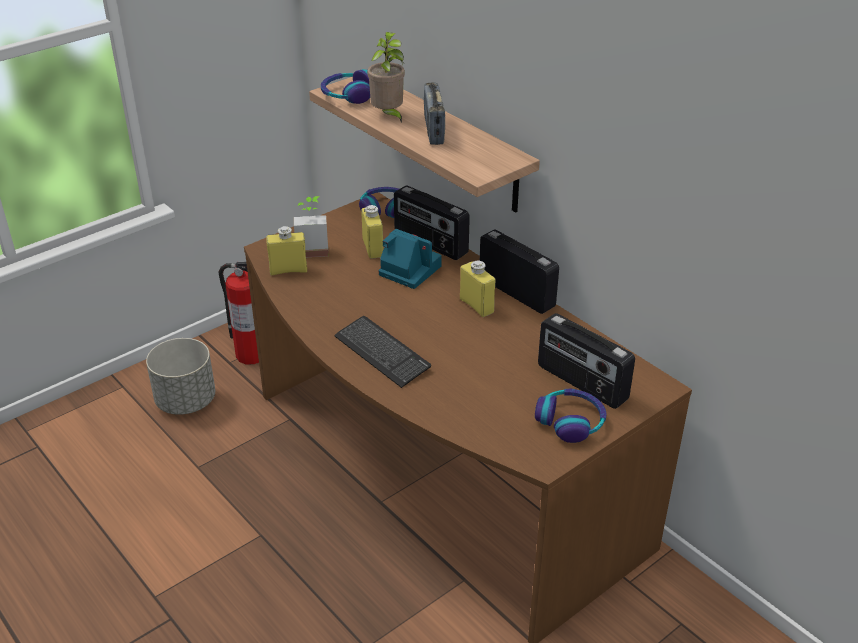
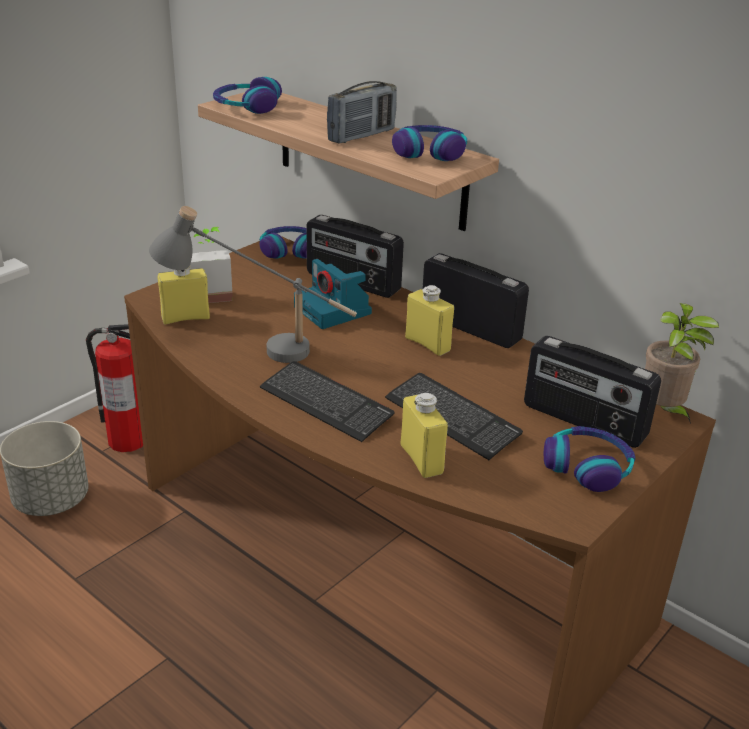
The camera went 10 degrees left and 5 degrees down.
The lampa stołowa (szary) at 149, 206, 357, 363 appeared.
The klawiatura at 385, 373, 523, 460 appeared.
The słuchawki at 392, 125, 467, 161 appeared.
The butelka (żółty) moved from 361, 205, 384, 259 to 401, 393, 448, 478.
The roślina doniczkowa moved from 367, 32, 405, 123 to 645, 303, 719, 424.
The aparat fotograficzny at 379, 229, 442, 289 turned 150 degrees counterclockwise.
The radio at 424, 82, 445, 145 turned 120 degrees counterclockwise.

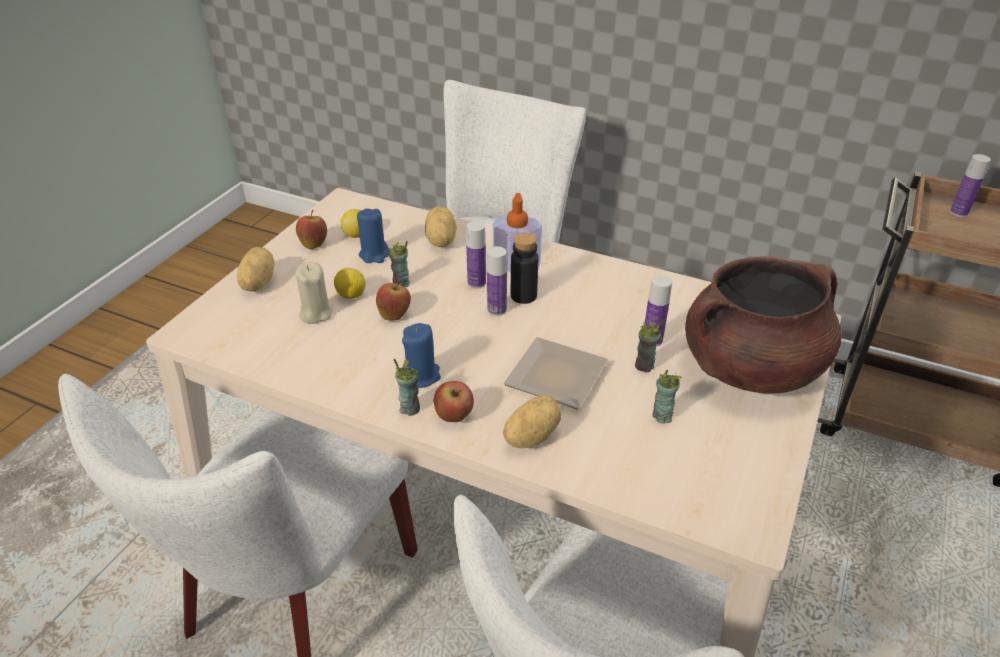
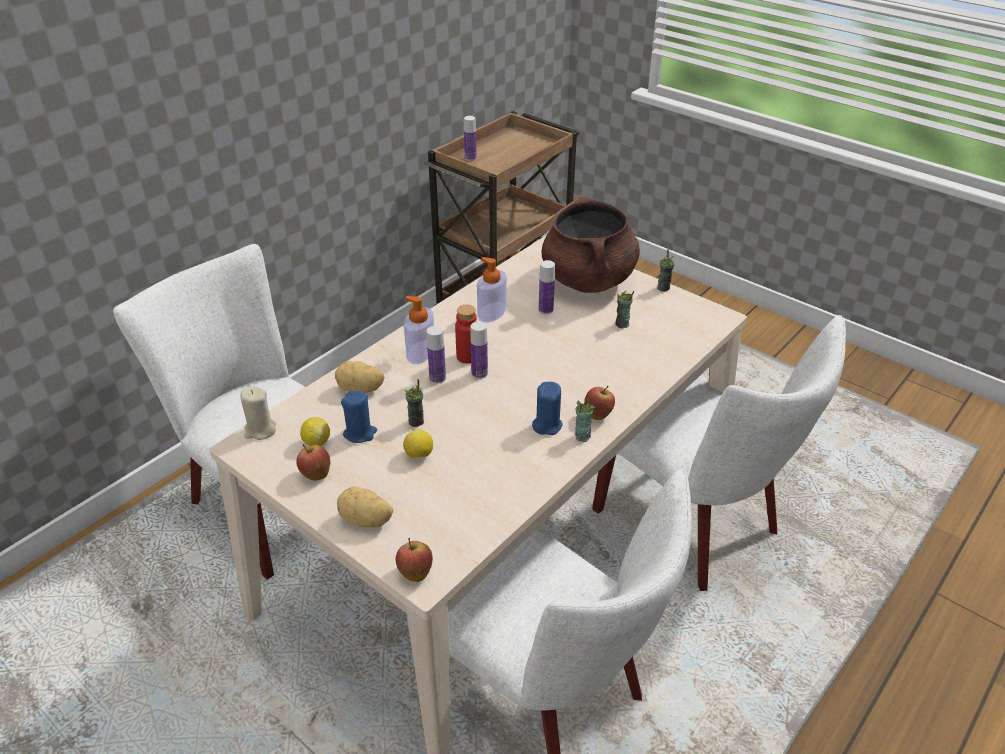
The camera went 75 degrees left and 0 degrees up.
The ziemniak at 503, 395, 561, 448 disappeared.
The talerz at 504, 337, 608, 410 disappeared.
The dozownik mydła at 477, 257, 507, 323 appeared.
The świeca (beżowy) moved from 295, 262, 332, 324 to 240, 387, 276, 440.
The jabłko moved from 376, 280, 411, 321 to 396, 538, 433, 582.
The filiżanka moved from 635, 319, 663, 373 to 657, 249, 674, 292.
The butelka (czarny) at 511, 233, 538, 304 became the butelka (czerwony) at 455, 305, 477, 364.

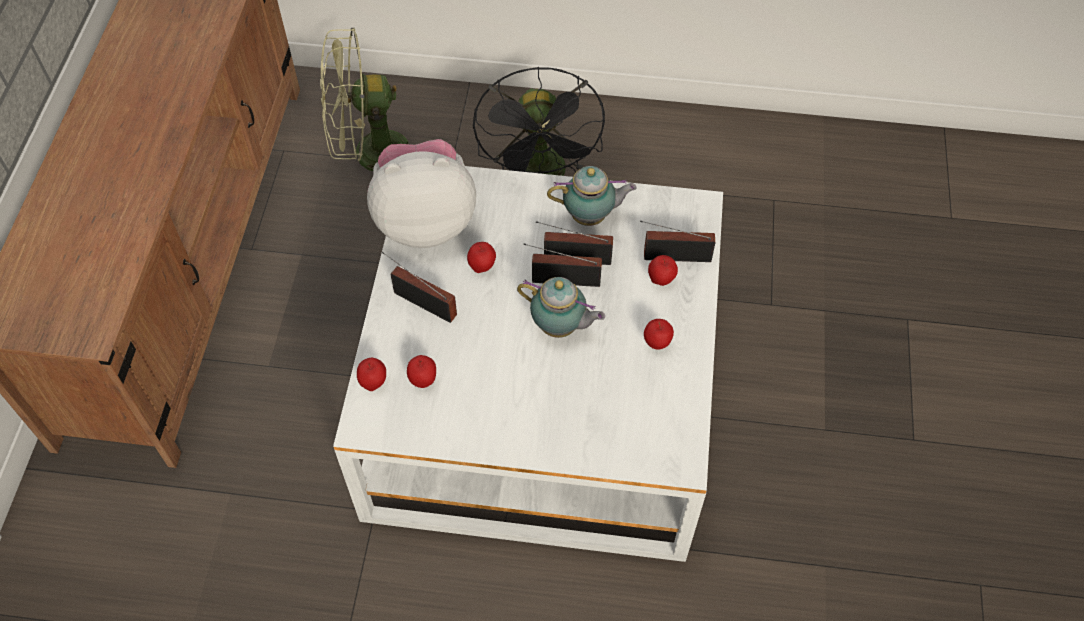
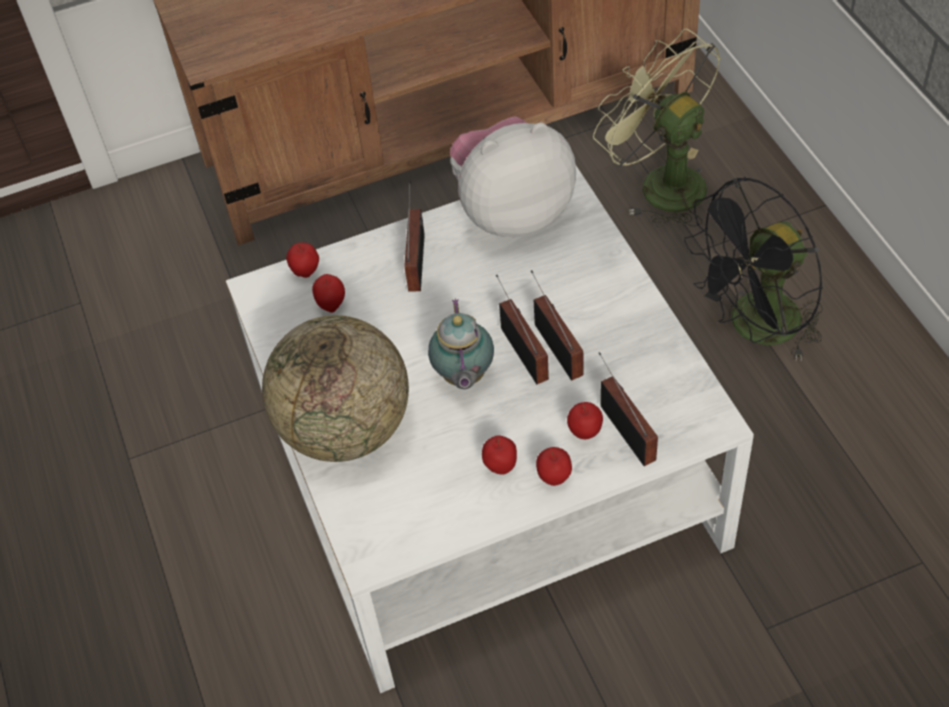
The camera went 65 degrees right and 5 degrees down.
The imbryk at 547, 166, 637, 226 disappeared.
The globus at 262, 315, 409, 462 appeared.
The jabłko moved from 467, 242, 496, 273 to 536, 447, 572, 486.
The pluszak at 367, 139, 476, 248 turned 75 degrees counterclockwise.

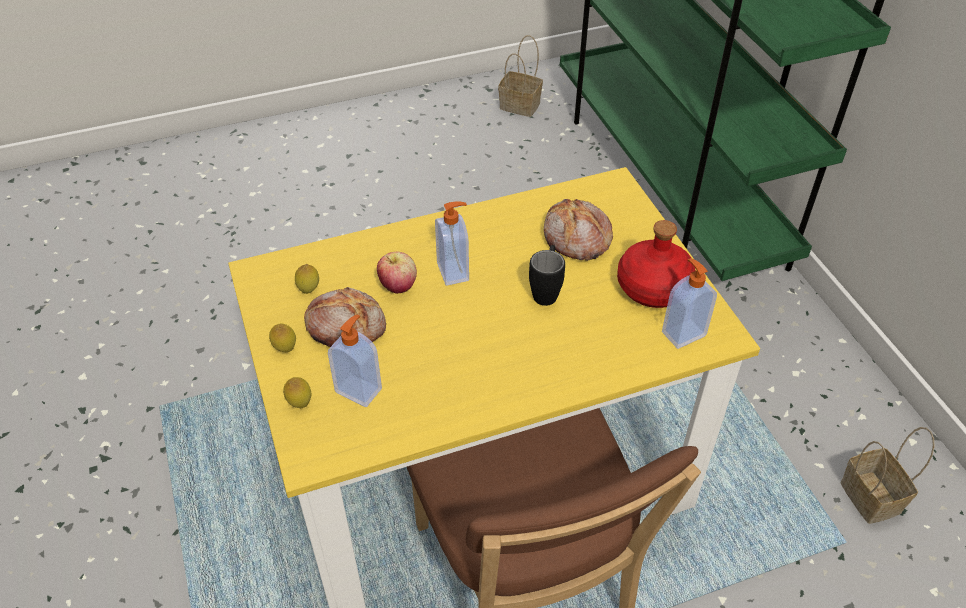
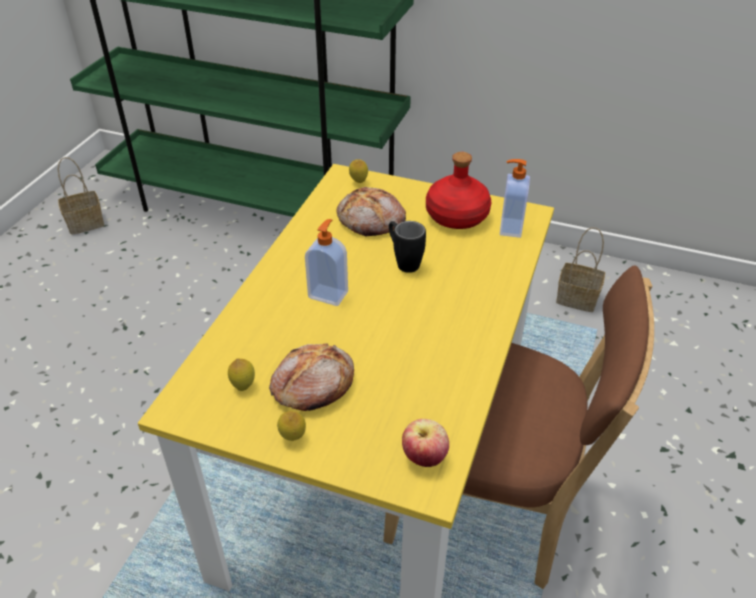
The camera went 50 degrees left and 5 degrees down.
The dozownik mydła at 328, 314, 382, 407 disappeared.
The cytryna moved from 283, 377, 311, 408 to 349, 159, 368, 183.
The jabłko moved from 377, 252, 417, 294 to 402, 419, 449, 467.

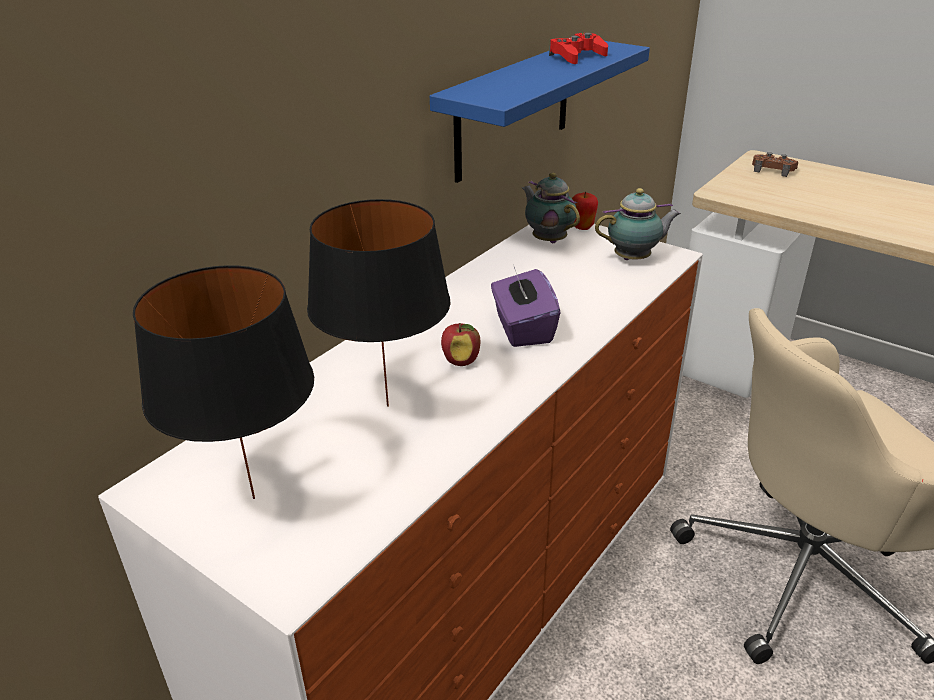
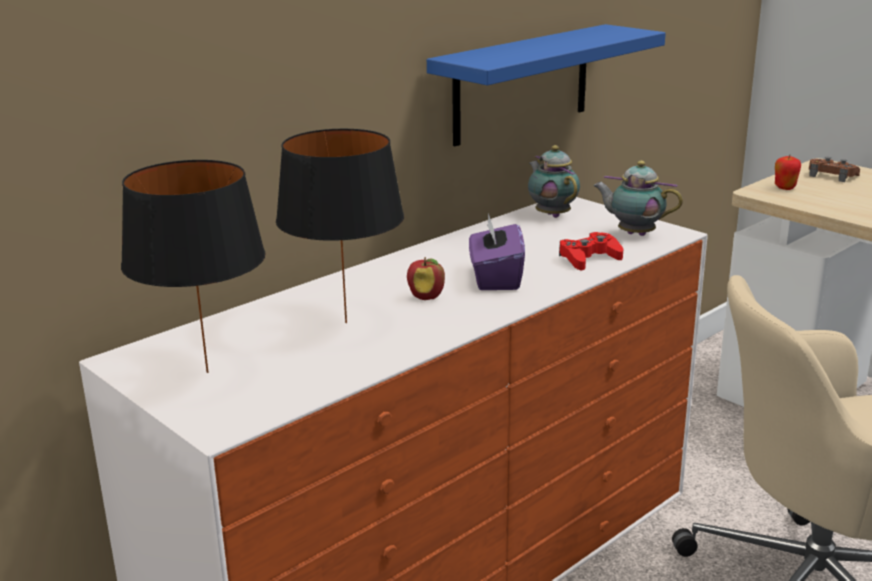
The camera went 10 degrees right and 10 degrees down.
The pad do gier (czerwony) moved from 549, 33, 608, 64 to 559, 232, 623, 271.
The jabłko moved from 572, 191, 598, 230 to 775, 154, 801, 190.
The imbryk at 595, 188, 681, 260 turned 150 degrees counterclockwise.

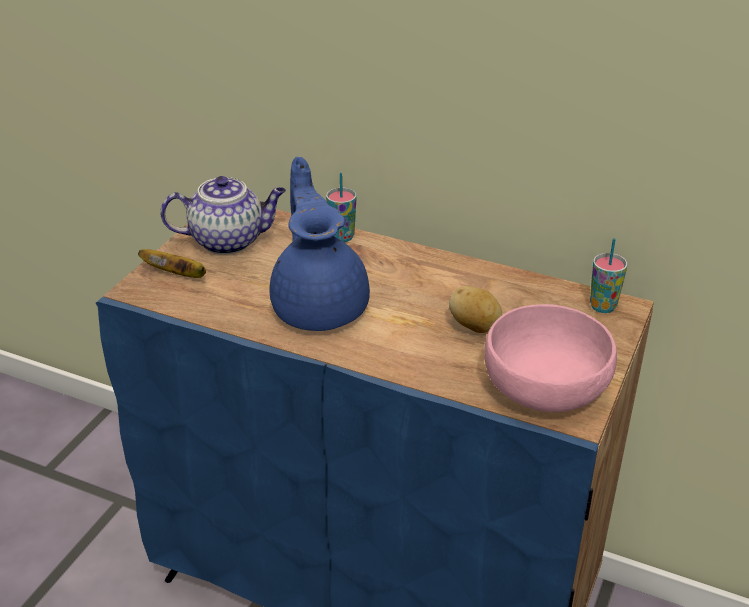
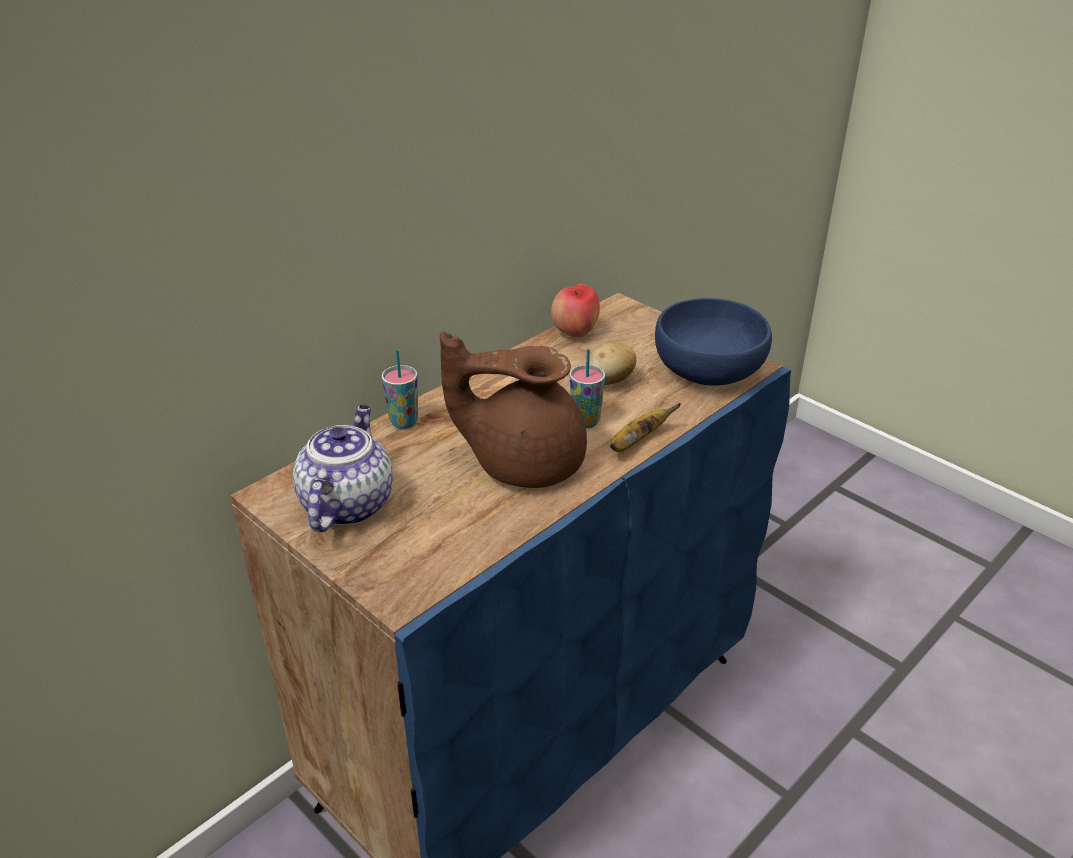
The camera went 70 degrees left and 0 degrees up.
The jabłko at 551, 284, 600, 338 appeared.
The banan moved from 138, 249, 206, 278 to 610, 403, 681, 452.
The filiżanka moved from 590, 238, 627, 313 to 570, 349, 605, 428.
The imbryk (niebieski) at 270, 157, 370, 331 became the imbryk (brązowy) at 440, 331, 587, 488.
The miska (różowy) at 484, 304, 617, 412 became the miska (niebieski) at 655, 298, 772, 386.

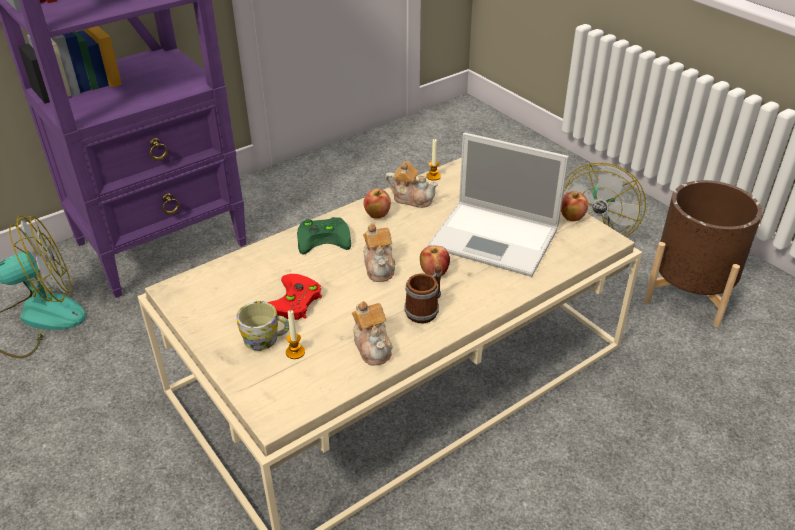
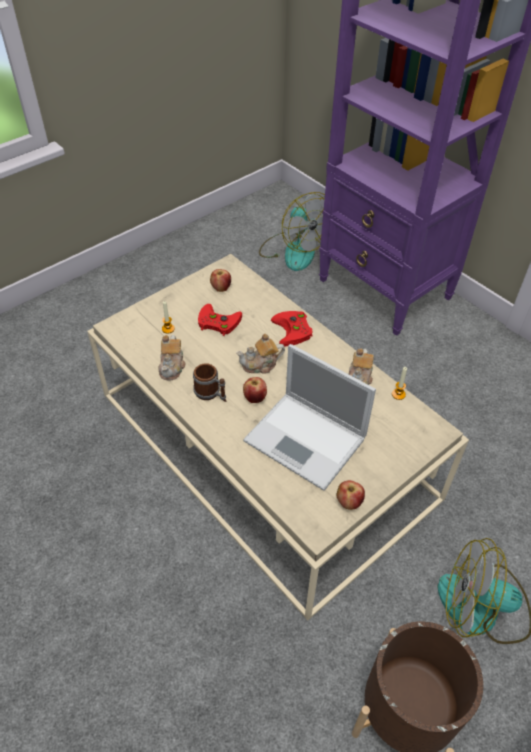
The camera went 85 degrees right and 10 degrees up.
The kubek at 237, 301, 289, 351 disappeared.
The jabłko moved from 364, 189, 391, 219 to 210, 269, 231, 292.
The pad do gier (zielony) at 297, 217, 351, 254 became the pad do gier (czerwony) at 271, 311, 313, 346.
The imbryk at 352, 301, 393, 366 turned 60 degrees counterclockwise.
The laptop at 428, 133, 569, 277 turned 75 degrees counterclockwise.

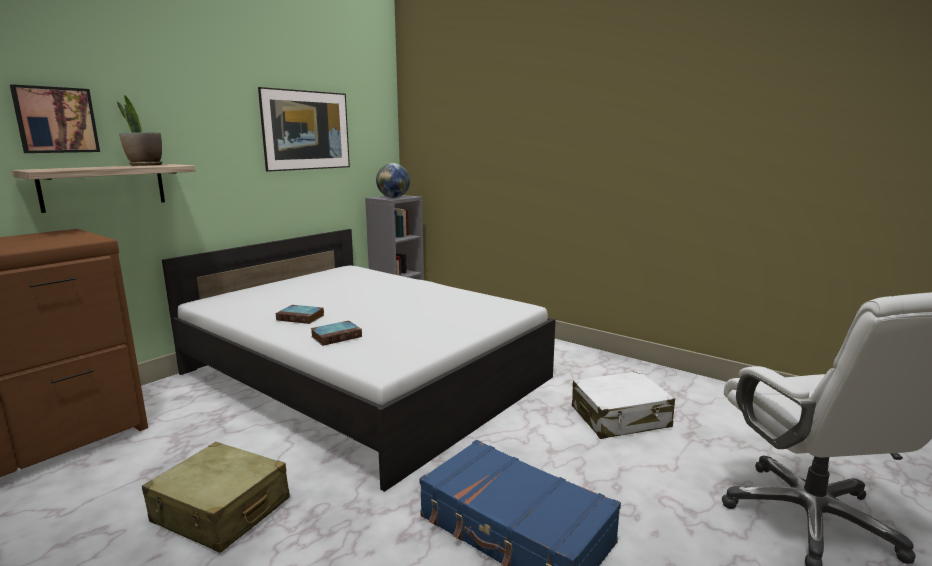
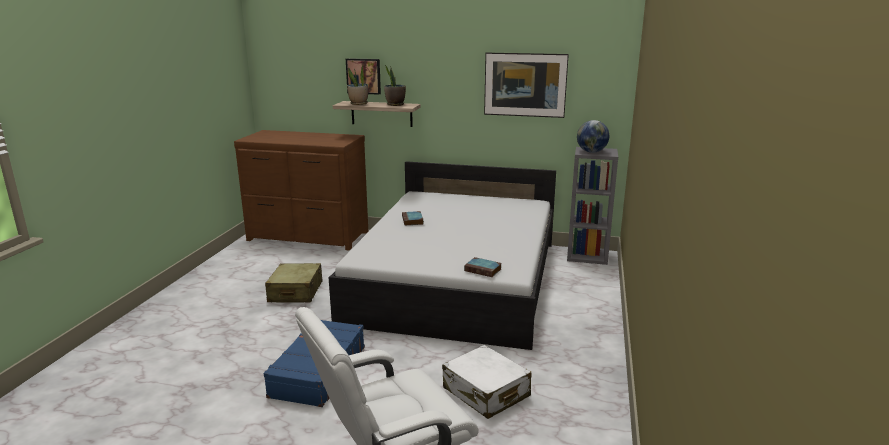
The camera went 65 degrees right and 5 degrees up.
The roślina doniczkowa at 347, 65, 368, 105 appeared.
The książka moved from 310, 321, 362, 346 to 464, 257, 502, 277.

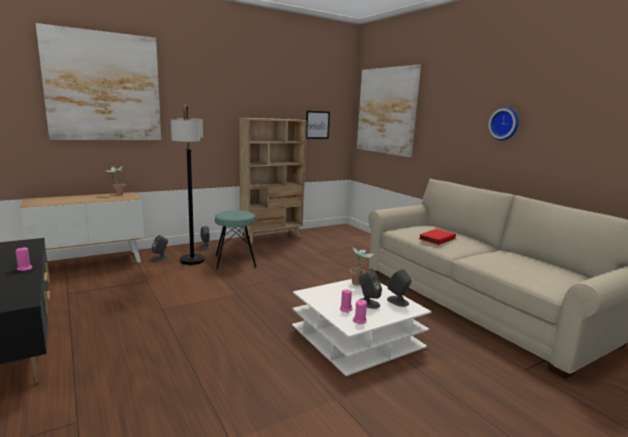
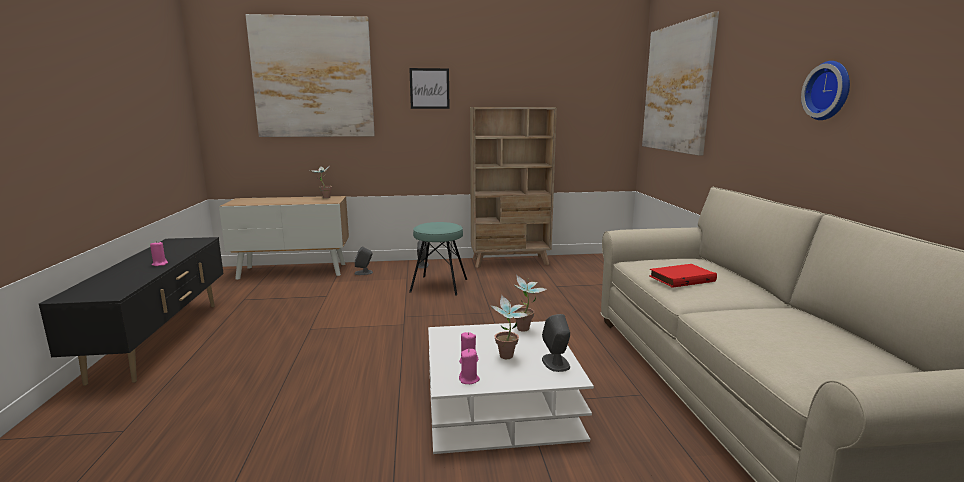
The camera went 25 degrees right and 0 degrees up.
The lampa stojąca at 171, 105, 205, 265 disappeared.
The obraz moved from 306, 111, 330, 139 to 409, 68, 450, 109.
The głośnik (szary) at 359, 270, 382, 309 was replaced by the roślina doniczkowa at 490, 295, 528, 359.

